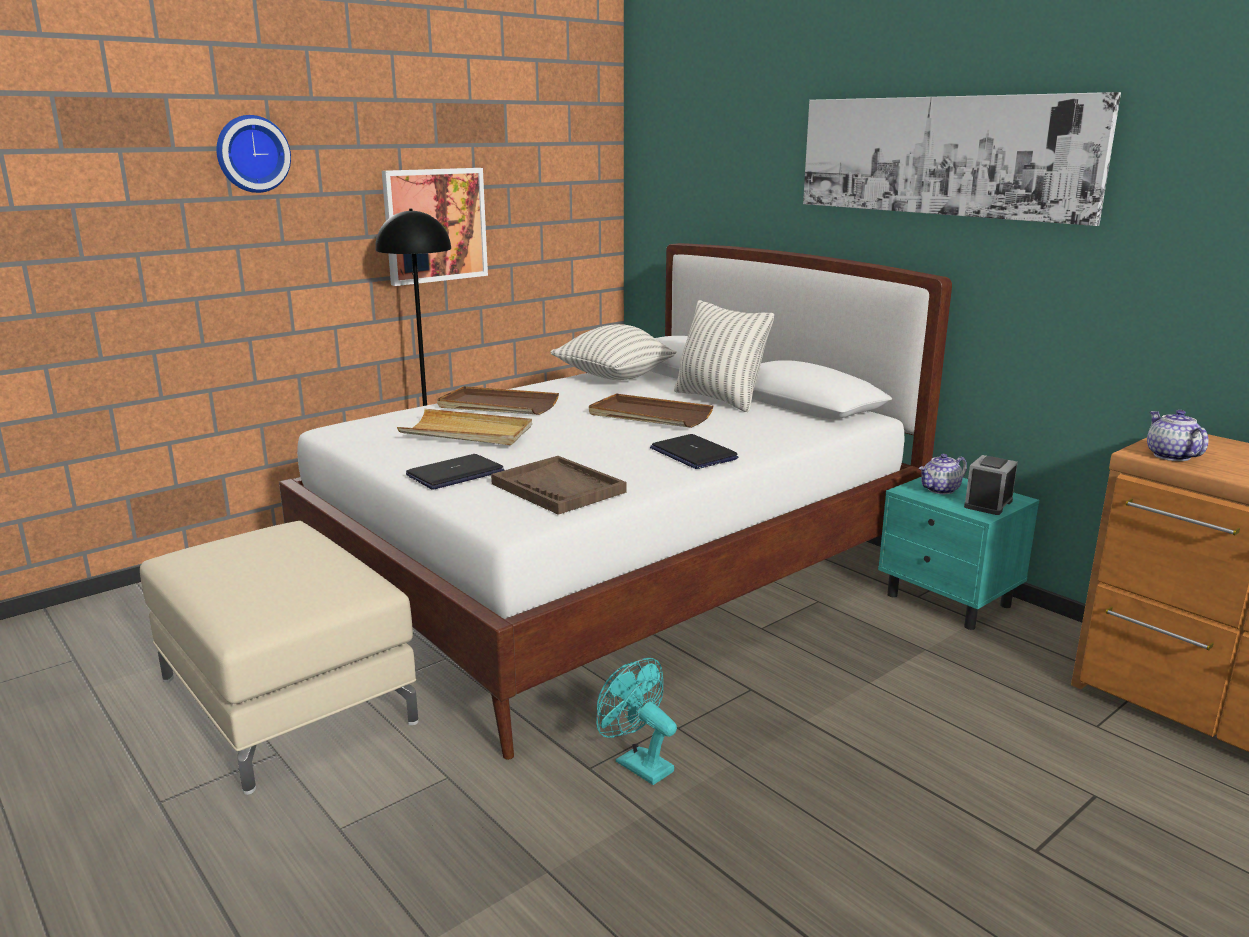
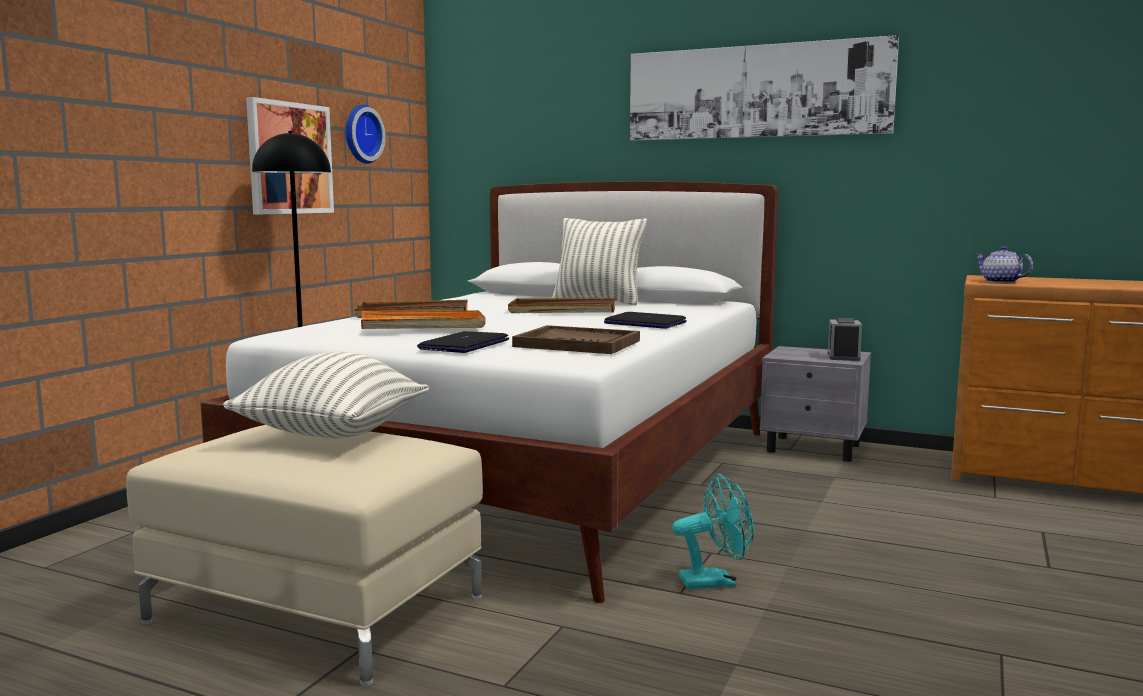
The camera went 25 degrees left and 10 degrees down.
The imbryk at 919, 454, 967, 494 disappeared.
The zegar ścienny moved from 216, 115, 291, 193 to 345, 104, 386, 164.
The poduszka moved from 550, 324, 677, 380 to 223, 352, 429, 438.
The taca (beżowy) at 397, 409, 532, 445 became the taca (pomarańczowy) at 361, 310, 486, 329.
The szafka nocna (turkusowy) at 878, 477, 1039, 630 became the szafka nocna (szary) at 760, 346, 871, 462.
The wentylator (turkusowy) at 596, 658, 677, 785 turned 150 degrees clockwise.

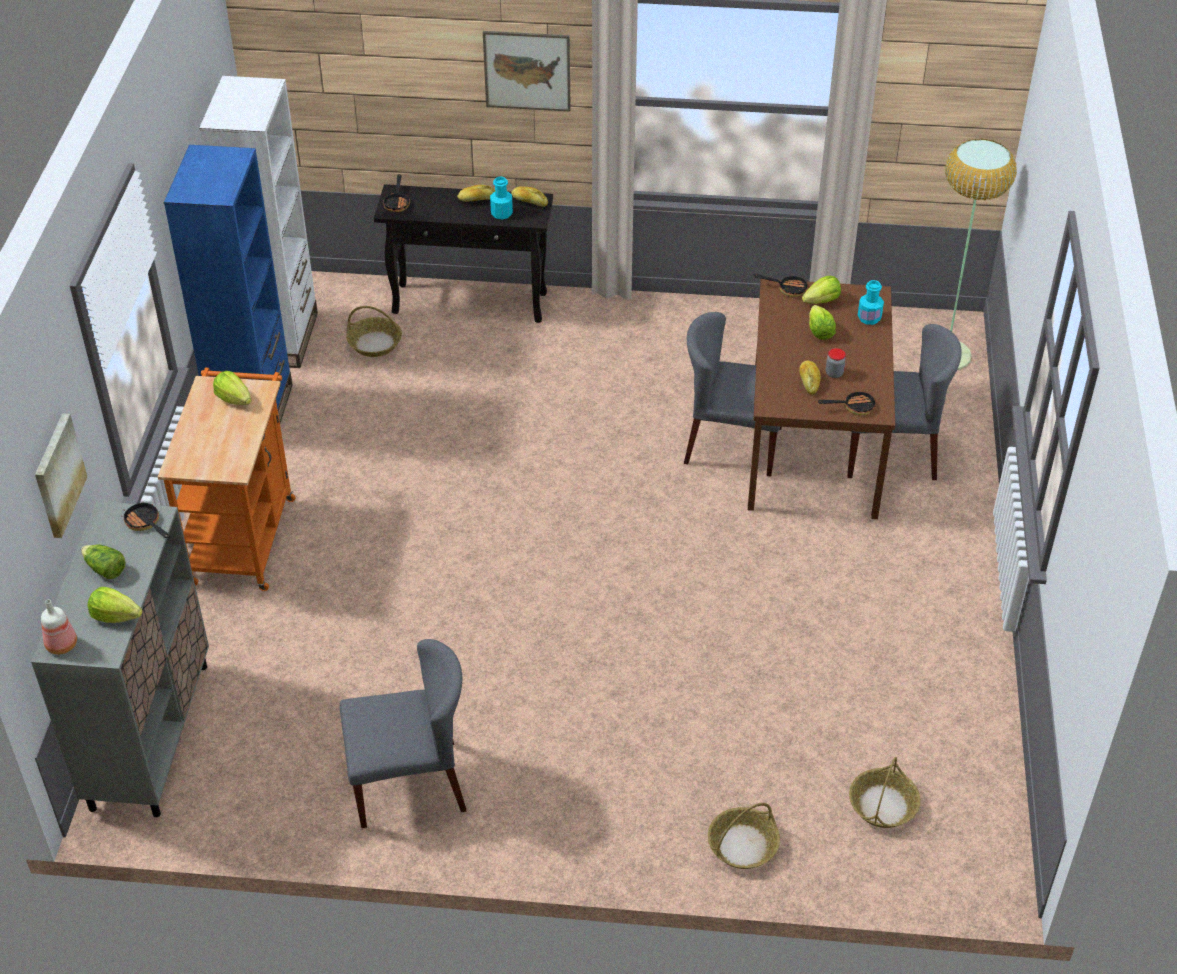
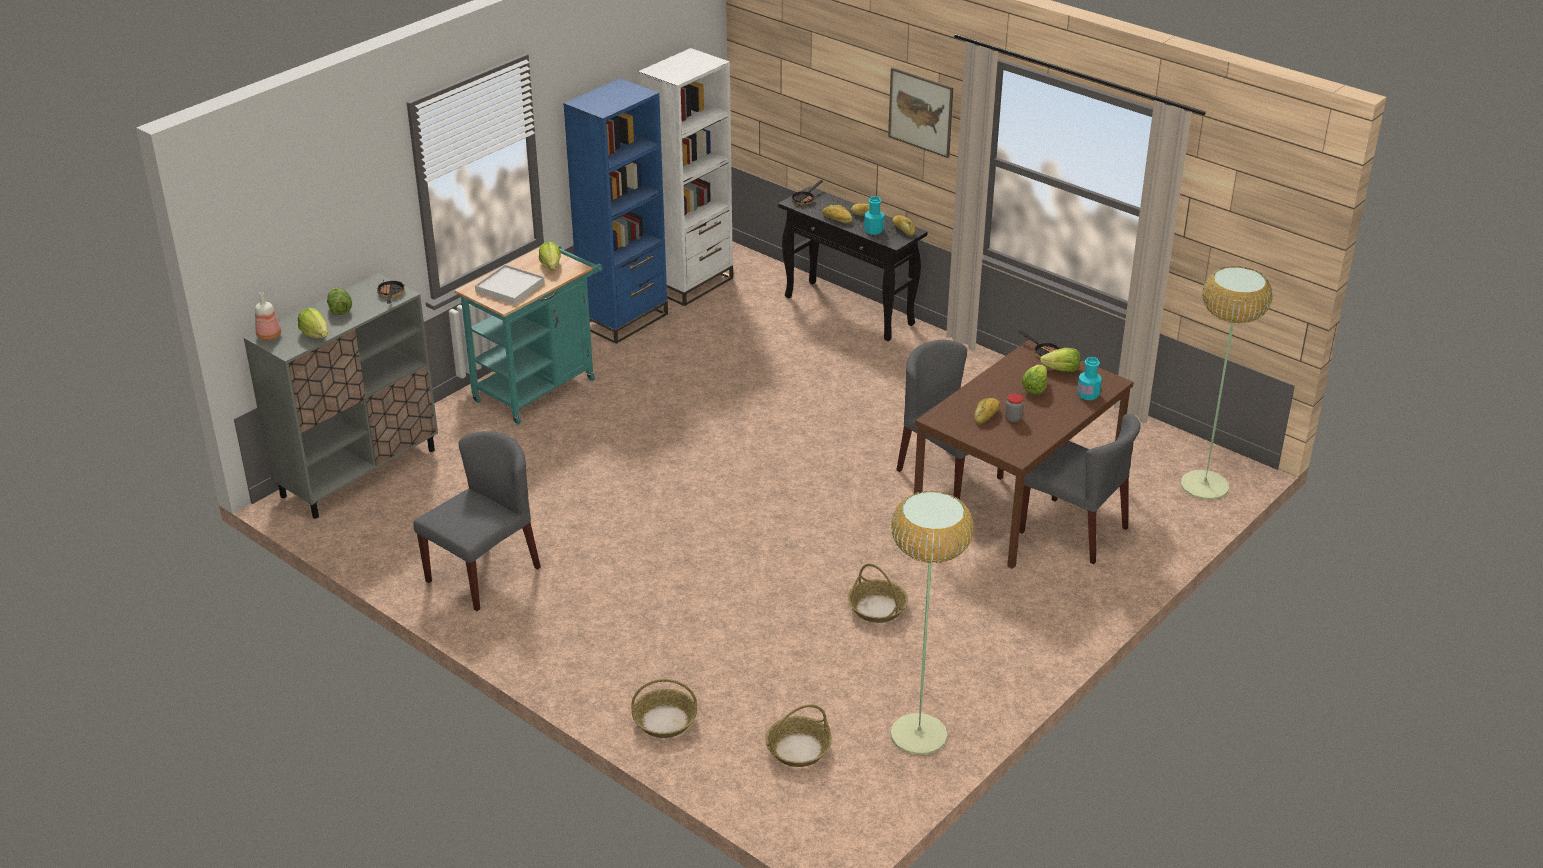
The camera went 35 degrees right and 10 degrees down.
The obraz at 35, 413, 87, 538 disappeared.
The patelnia at 818, 392, 875, 415 disappeared.
The taca (biały) at 475, 265, 545, 305 appeared.
The chleb at 822, 205, 852, 223 appeared.
The lampa stojąca at 891, 491, 974, 755 appeared.
The koszyk moved from 346, 306, 402, 357 to 848, 564, 908, 623.
The wózek (pomarańczowy) at 158, 368, 295, 591 became the wózek (turkusowy) at 455, 245, 603, 425.
The krzesło (szary) at 340, 639, 467, 828 turned 75 degrees counterclockwise.

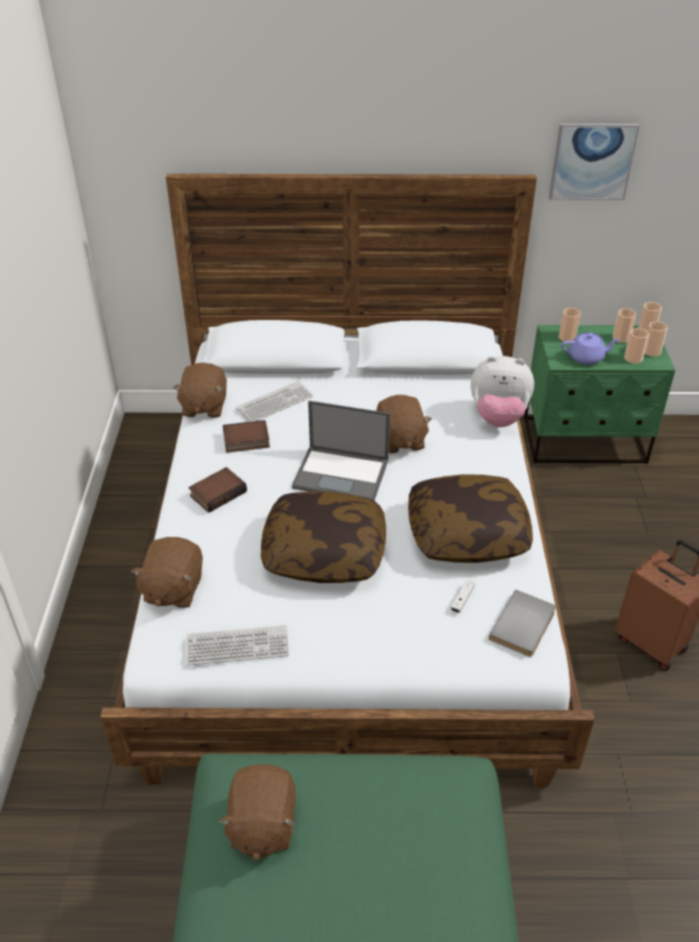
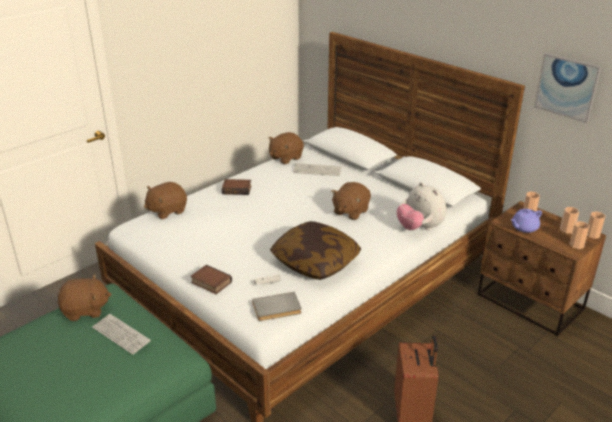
The camera went 45 degrees right and 10 degrees down.
The poduszka at 261, 491, 386, 583 disappeared.
The laptop at 292, 400, 390, 501 disappeared.
The filiżanka at 624, 328, 649, 364 disappeared.
The klawiatura moved from 187, 625, 289, 665 to 92, 314, 151, 355.
The książka moved from 223, 420, 270, 453 to 190, 265, 232, 294.
The szafka nocna (zielony) at 524, 325, 675, 464 became the szafka nocna (brązowy) at 478, 201, 606, 337.
The pluszak (brązowy) at 219, 764, 296, 861 turned 150 degrees counterclockwise.
The imbryk (fioletowy) at 562, 332, 620, 365 turned 105 degrees clockwise.

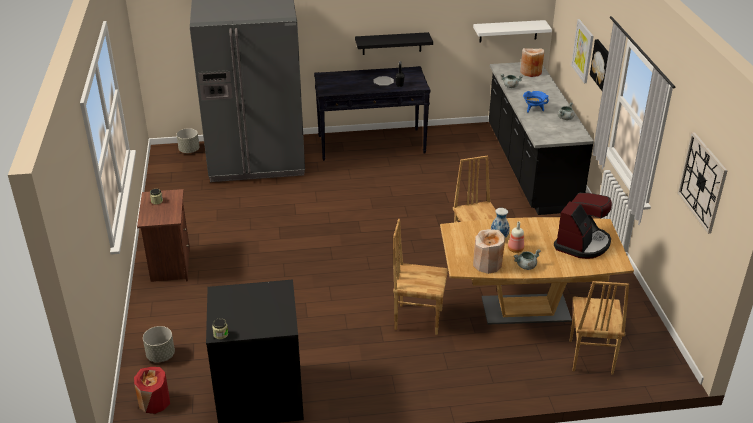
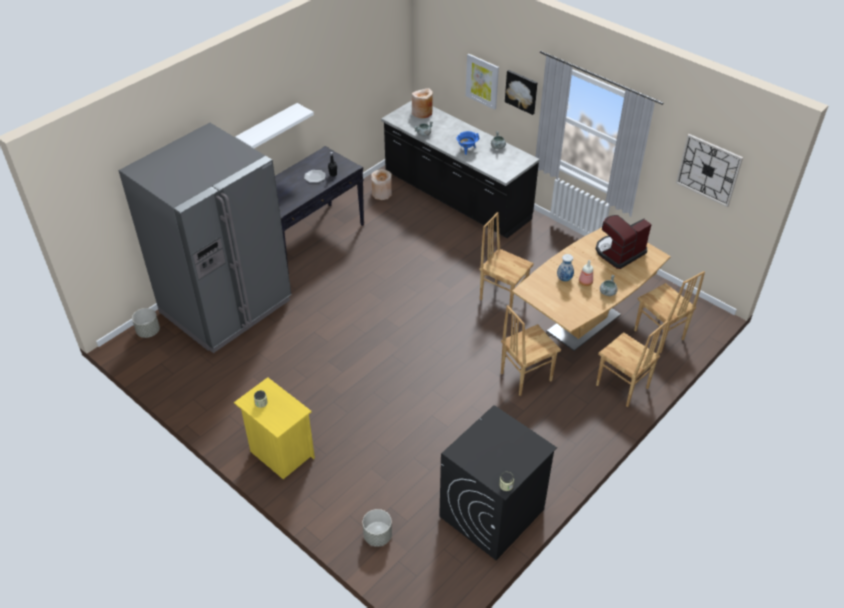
The camera went 40 degrees left and 10 degrees up.
The wazon (czerwony) at 134, 367, 170, 414 disappeared.
The półka (czarny) at 355, 32, 433, 55 disappeared.
The krzesło (brązowy) at 596, 320, 668, 407 appeared.
The półka (biały) moved from 473, 20, 552, 43 to 235, 103, 314, 148.
The wazon (beżowy) moved from 473, 229, 505, 274 to 371, 169, 392, 200.
The szafka nocna (brązowy) at 137, 189, 190, 282 became the szafka nocna (żółty) at 234, 377, 315, 479.
The ekspres do kawy at 554, 193, 612, 259 turned 120 degrees counterclockwise.

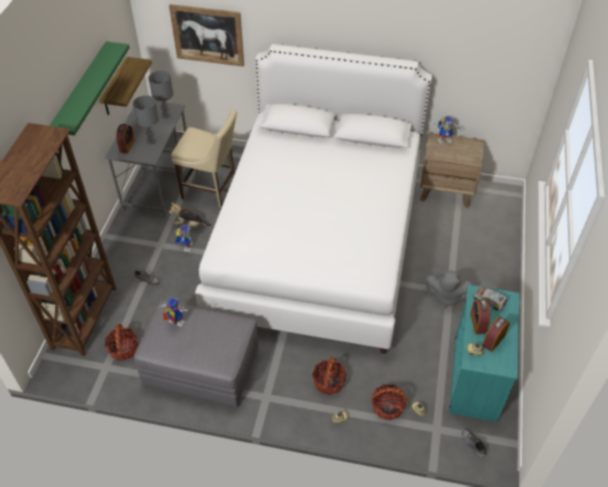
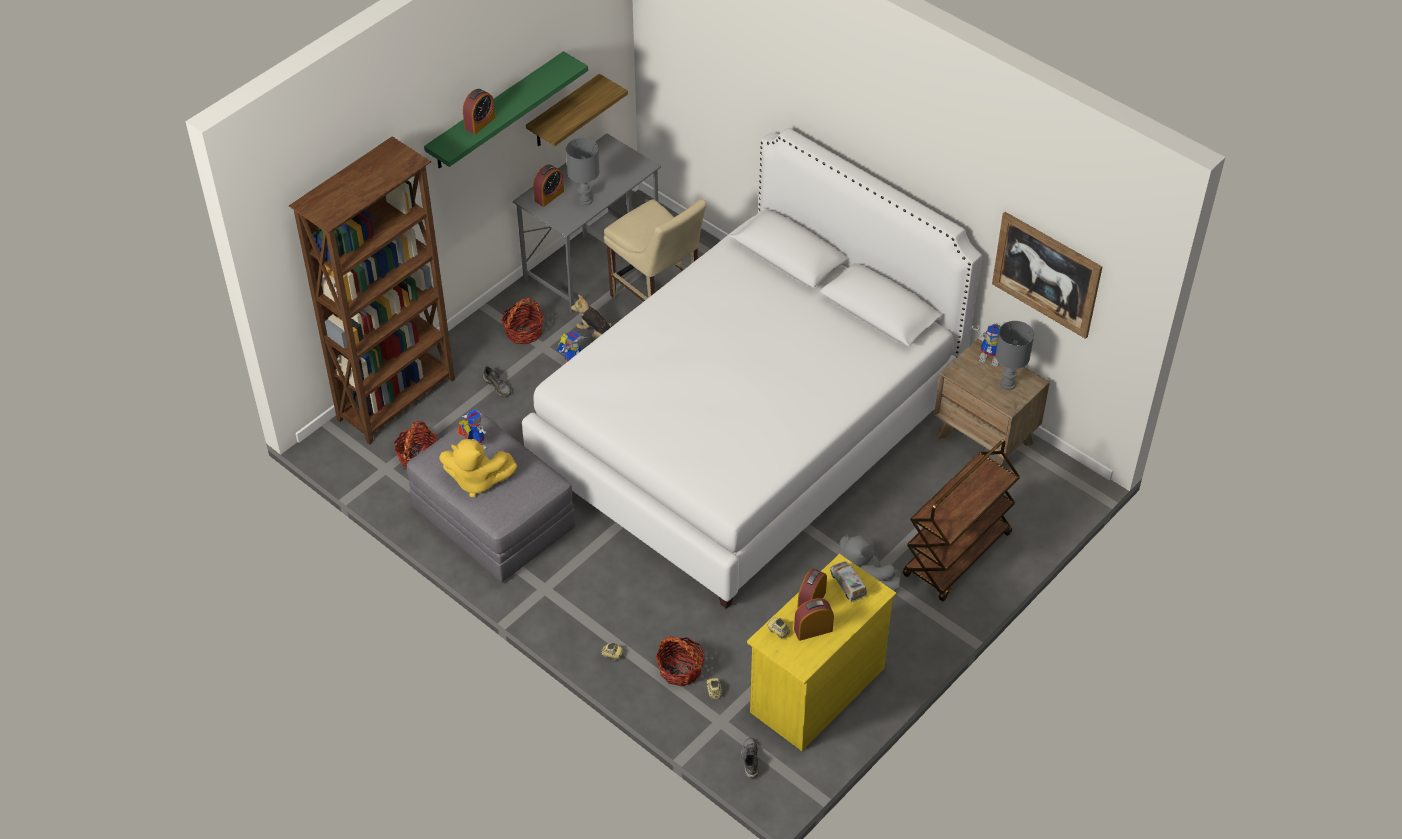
The camera went 30 degrees right and 0 degrees up.
The pluszak (żółty) at 439, 439, 517, 498 appeared.
The budzik at 463, 89, 495, 135 appeared.
The wózek (brązowy) at 903, 439, 1020, 601 appeared.
The lampa stołowa (szary) moved from 148, 71, 173, 118 to 996, 321, 1034, 390.
The obraz moved from 169, 4, 244, 67 to 992, 212, 1103, 339.
The koszyk moved from 312, 357, 346, 395 to 501, 298, 544, 345.
The komoda (turkusowy) at 449, 285, 519, 422 became the komoda (żółty) at 747, 554, 896, 751.

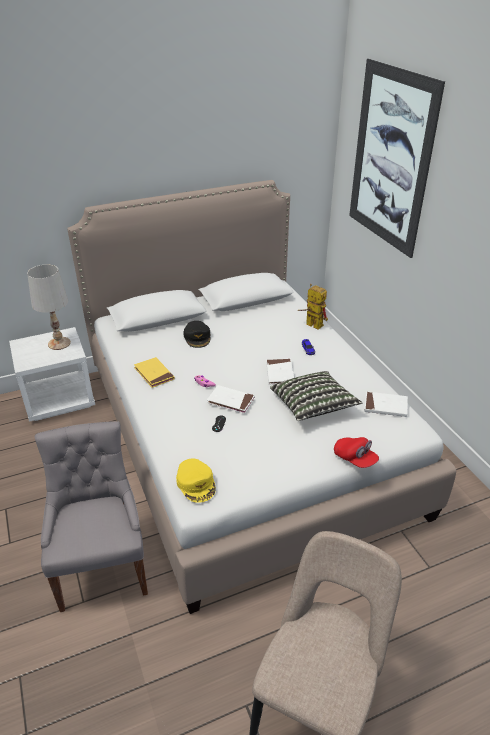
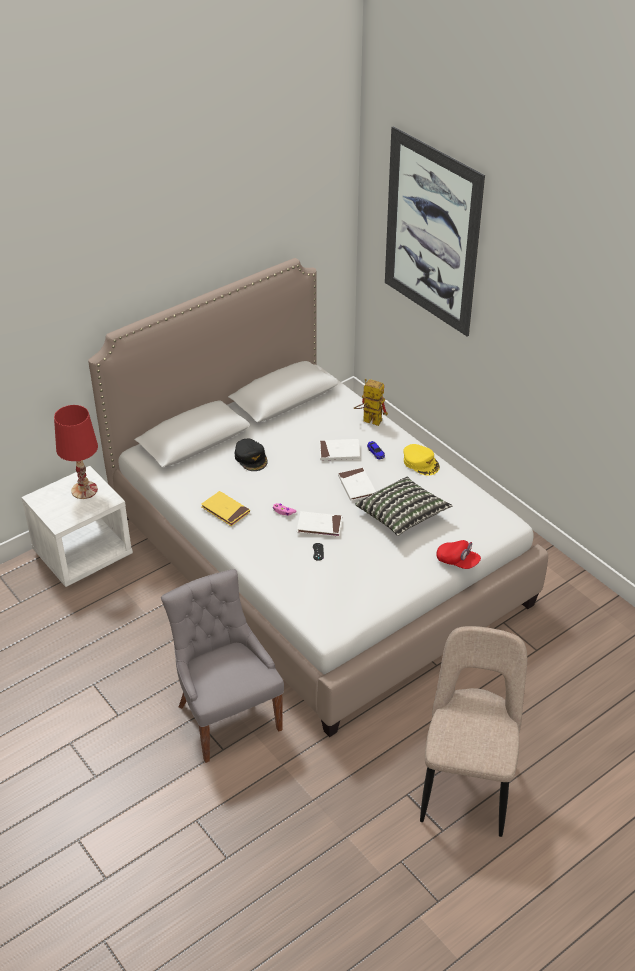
The camera went 15 degrees left and 5 degrees up.
The czapka z daszkiem (żółty) moved from 176, 458, 216, 503 to 403, 444, 440, 476.
The książka (biały) moved from 364, 392, 408, 417 to 319, 439, 360, 461.
The lampa stołowa (biały) at 27, 264, 71, 350 became the lampa stołowa (czerwony) at 54, 405, 98, 499.

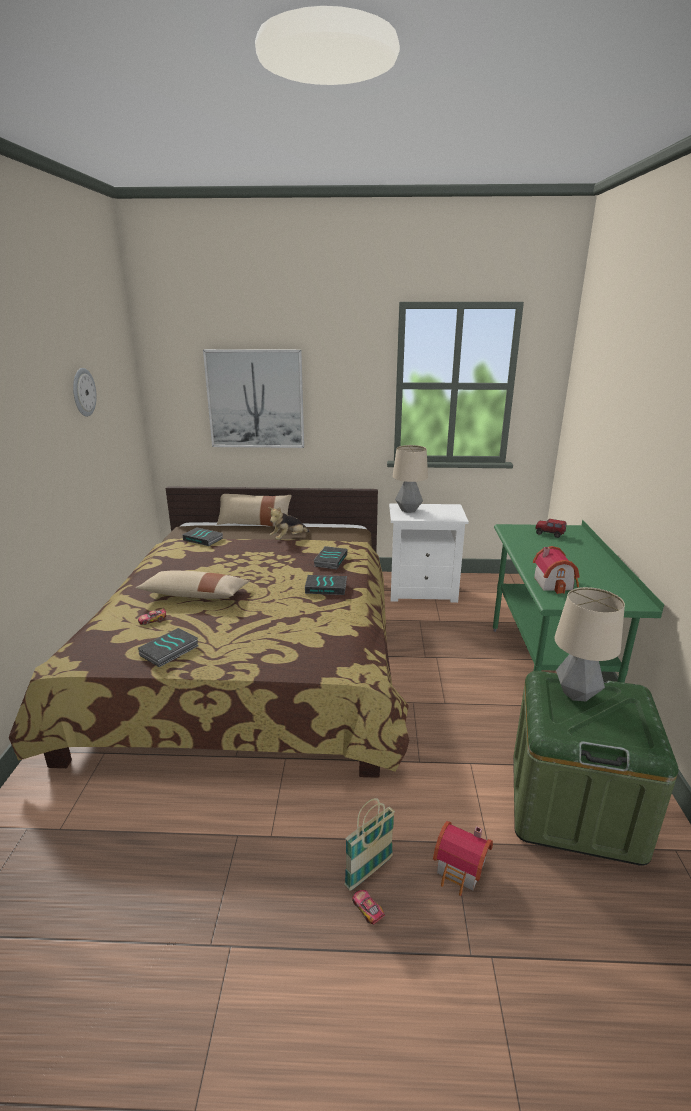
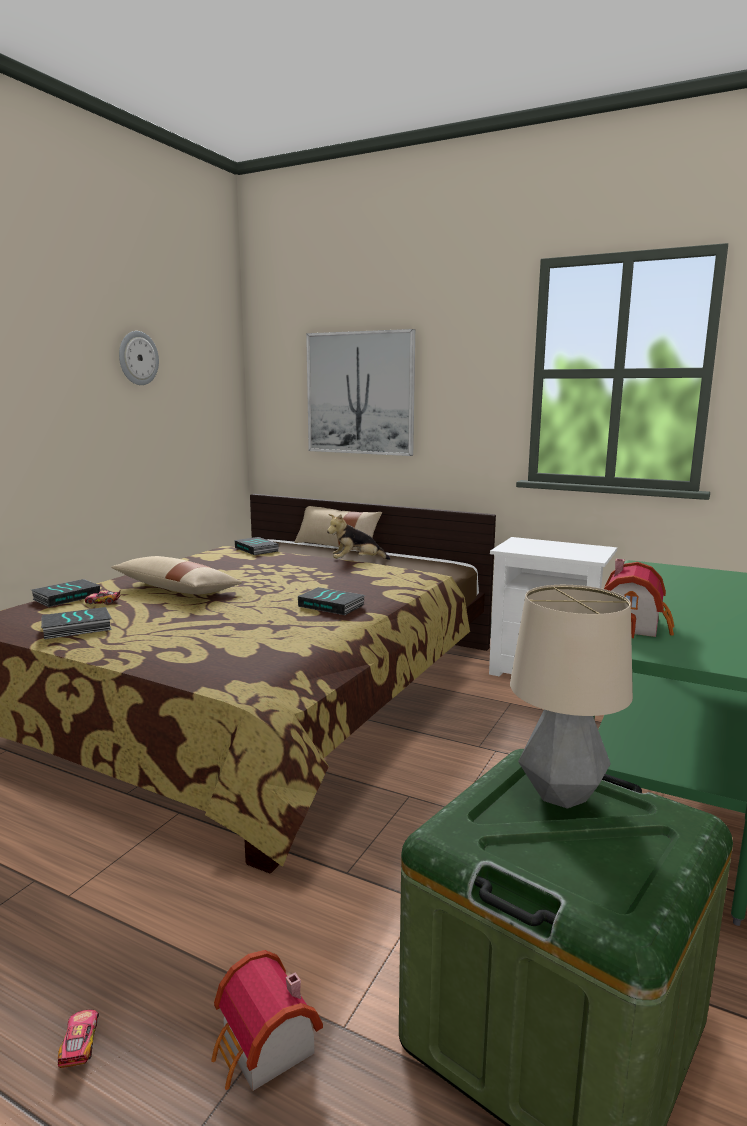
The camera went 25 degrees right and 10 degrees down.
The koszyk at 344, 798, 395, 890 disappeared.
The lampa stołowa at 392, 445, 428, 513 disappeared.
The ciężarówka zabawkowa at 535, 519, 567, 538 disappeared.
The książka moved from 314, 546, 347, 569 to 31, 579, 100, 607.

